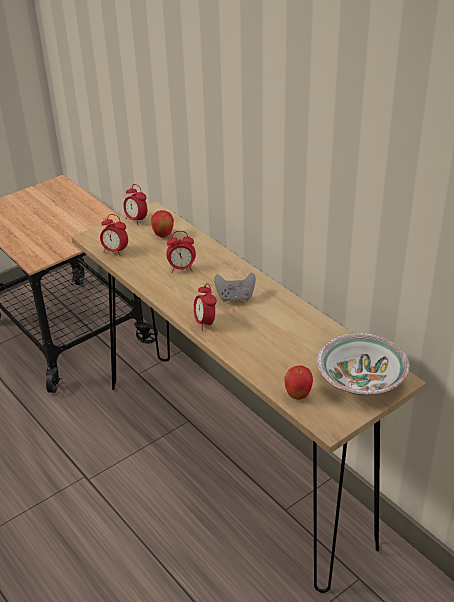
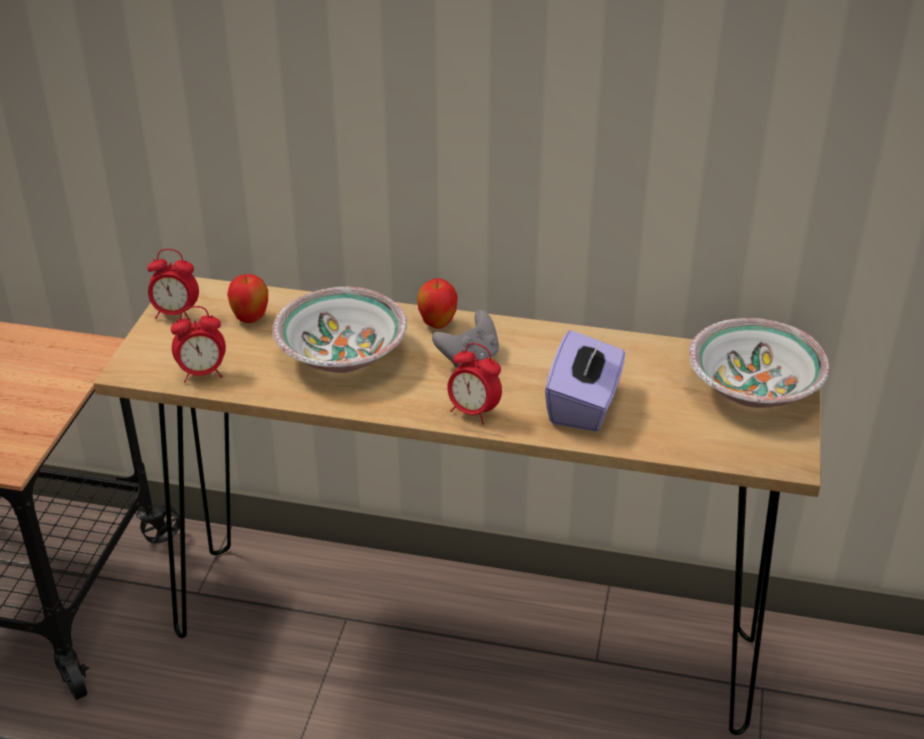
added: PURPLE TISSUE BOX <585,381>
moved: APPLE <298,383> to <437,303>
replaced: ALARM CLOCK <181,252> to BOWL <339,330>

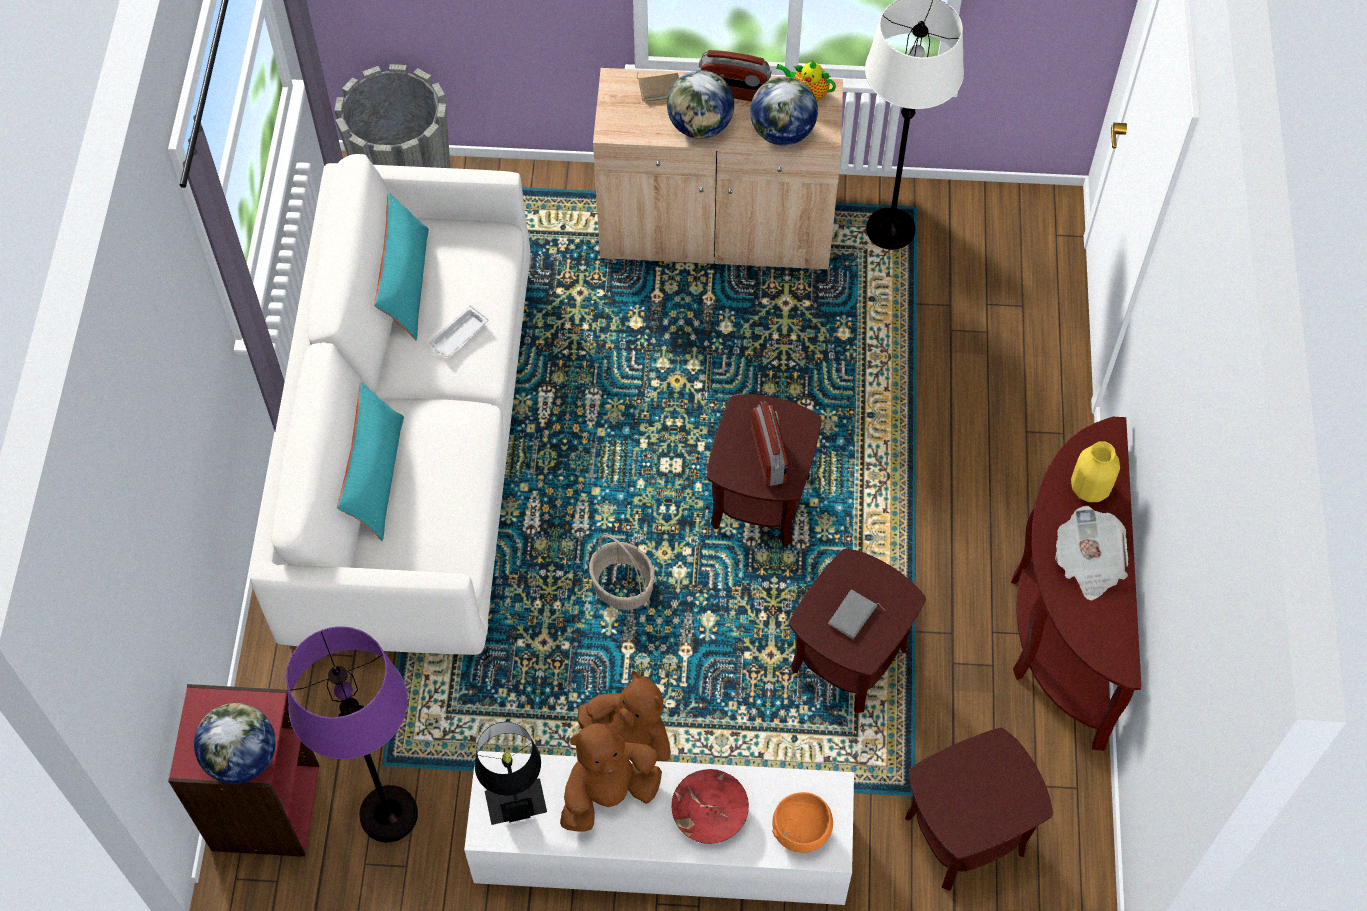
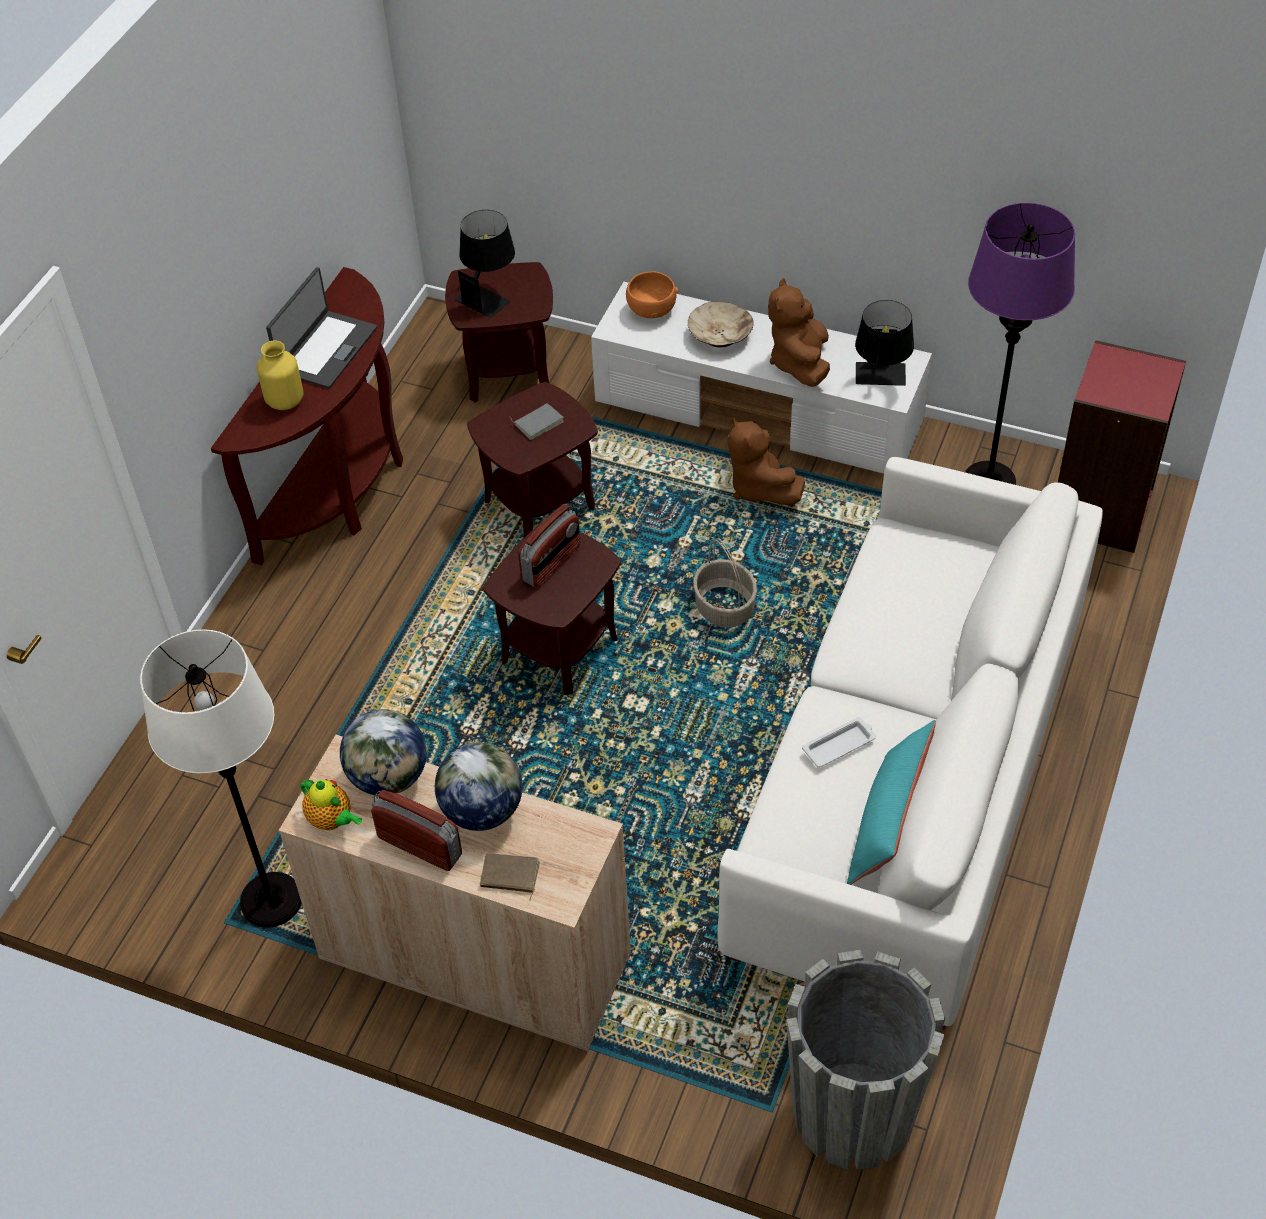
removed: GLOBE <235,743>; TURQUOISE PILLOW <370,461>
added: BLACK TABLE LAMP <485,264>
replaced: NEWSPAPER <1091,553> to LAPTOP <321,328>
recoloured: RED BOWL <710,806> to BEIGE BOWL <721,324>
turned: BROWN PLUSH TOY <611,777> = <799,332> 105 degrees clockwise; RADIO <769,443> = <549,546> 150 degrees counterclockwise

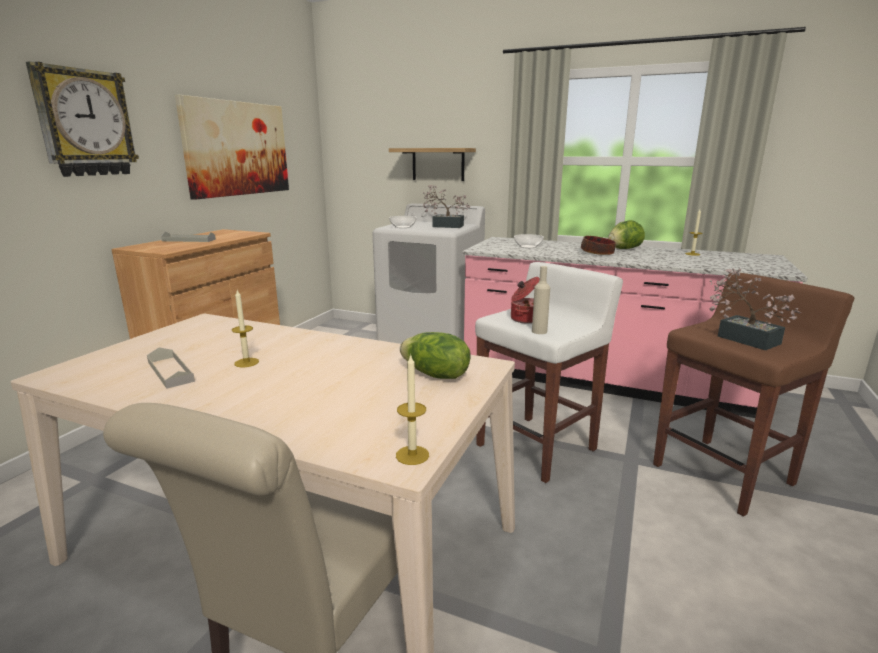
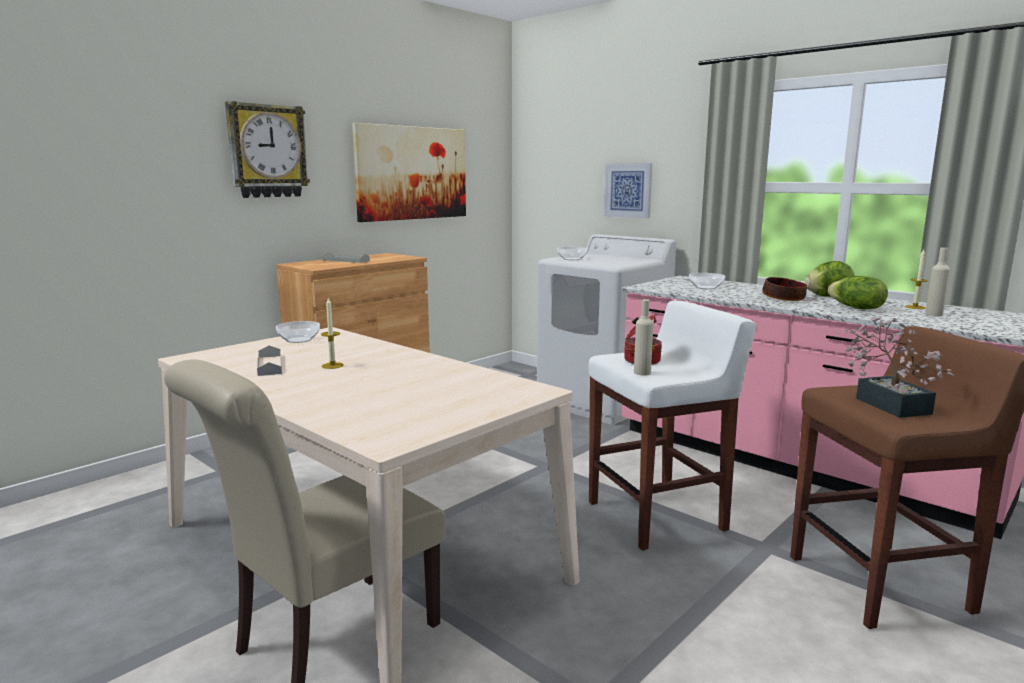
removed: CANDLE <412,409>; POTTED PLANT <446,206>
added: BOWL <298,332>; BEIGE BOTTLE <937,282>
moved: LETTUCE <435,355> to <858,292>
replaced: SHELF <432,164> to PICTURE <628,190>

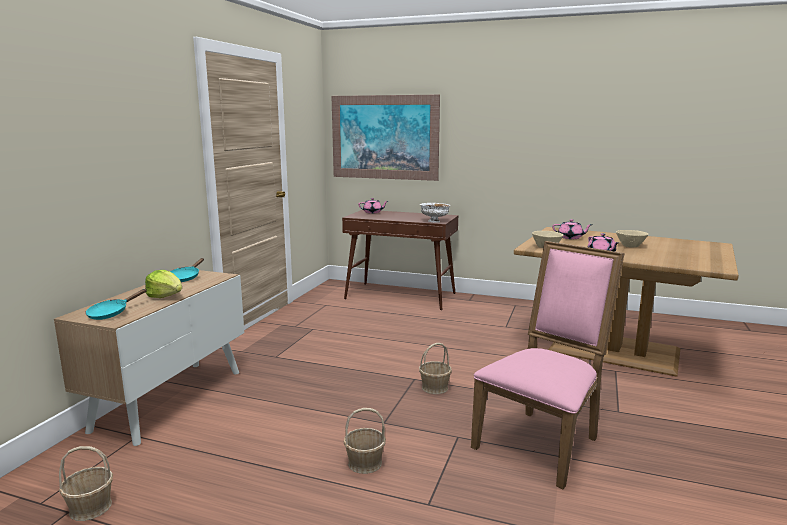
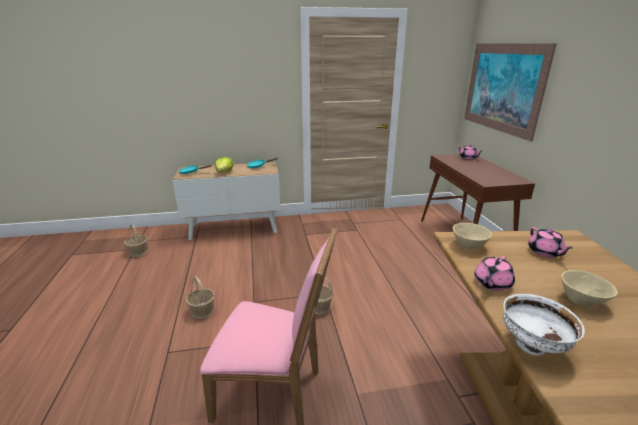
moved: WHITE BOWL <435,213> to <544,324>

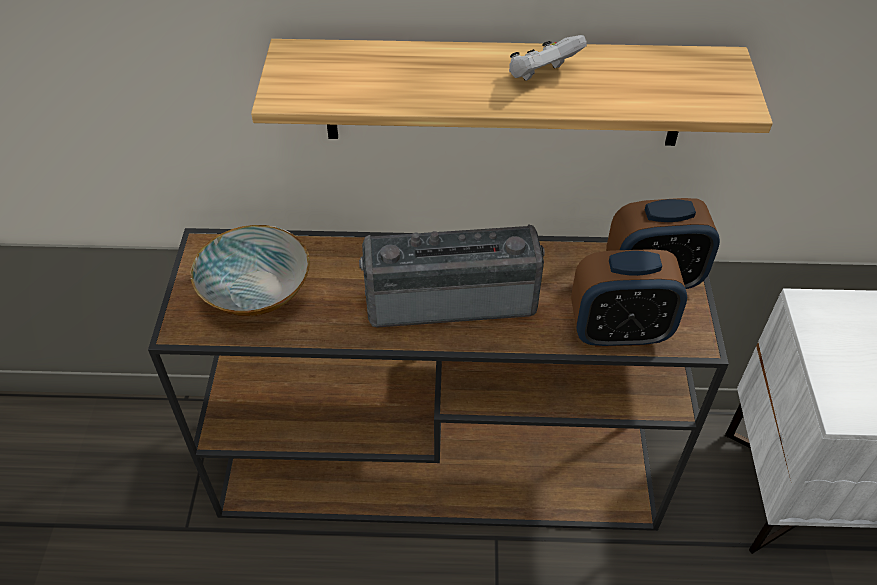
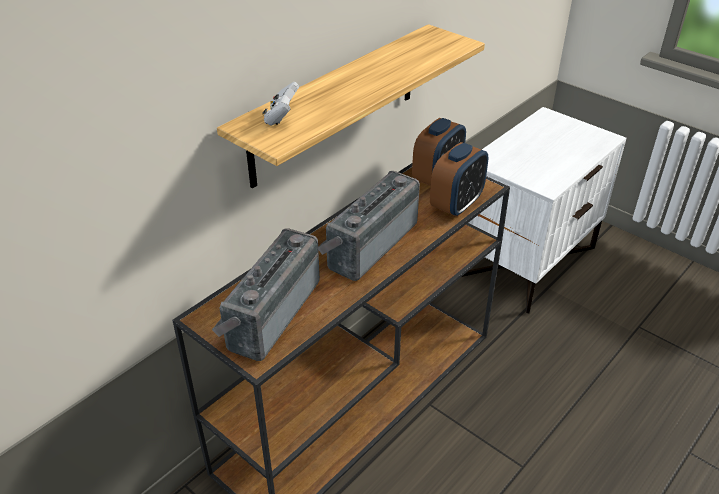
moved: WHITE GAME CONTROLLER <548,58> to <281,103>
replaced: BOWL <250,270> to RADIO <266,294>

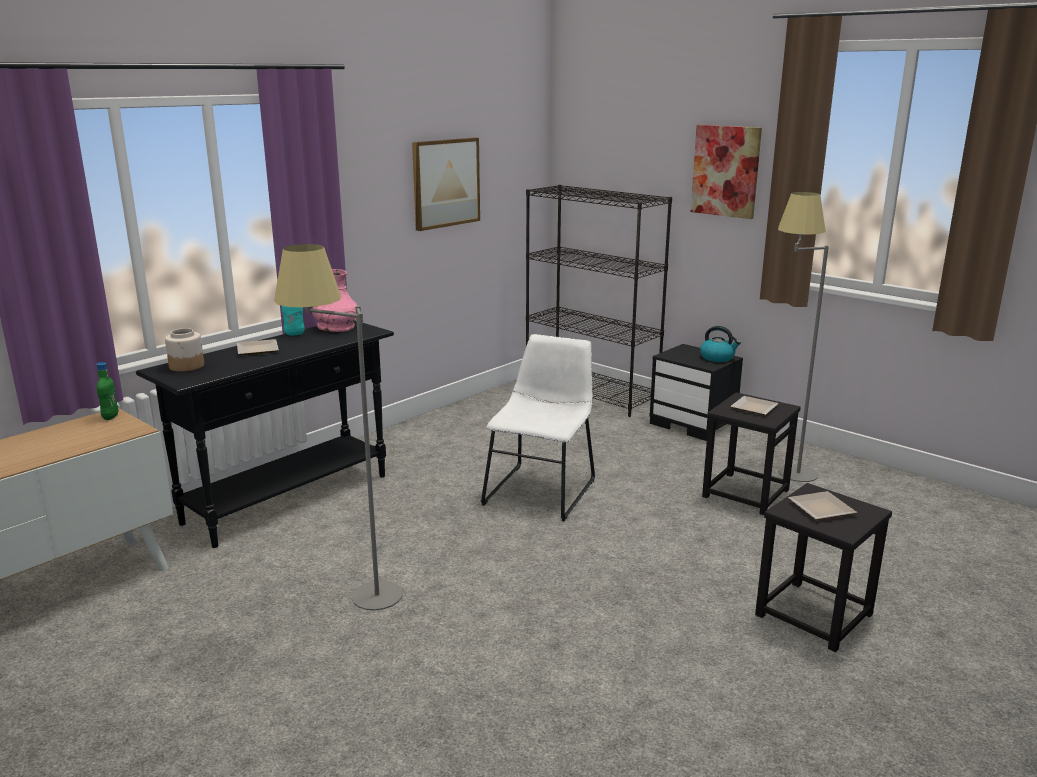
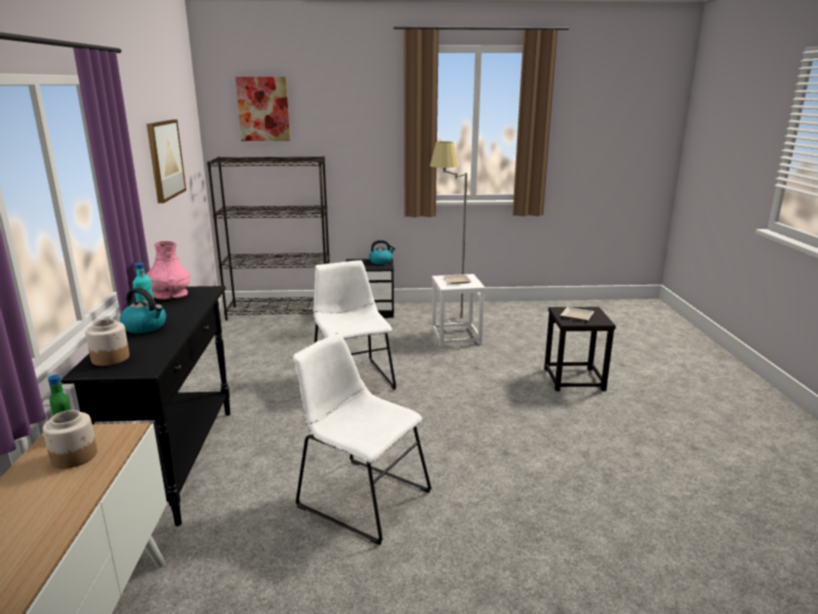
added: JAR <70,439>
moved: PICTURE <726,172> to <263,109>
replaced: PLATE <258,347> to KETTLE <143,310>; GREY FLOOR LAMP <338,427> to WHITE CHAIR <362,439>
recoloured: BLACK STOOL <751,453> to WHITE STOOL <459,310>

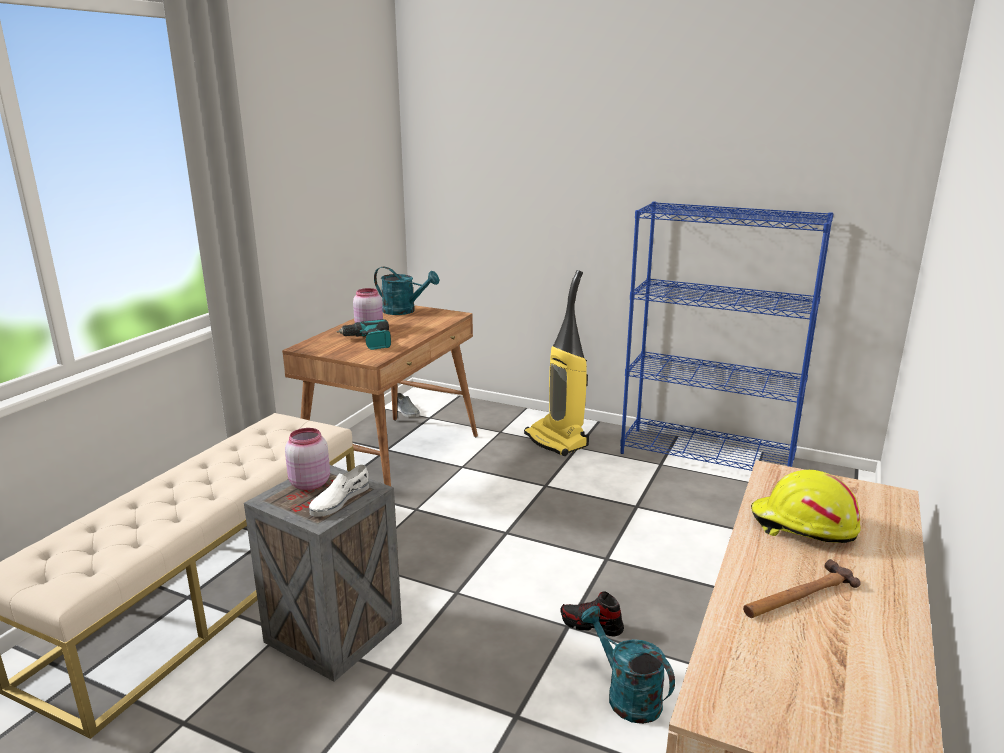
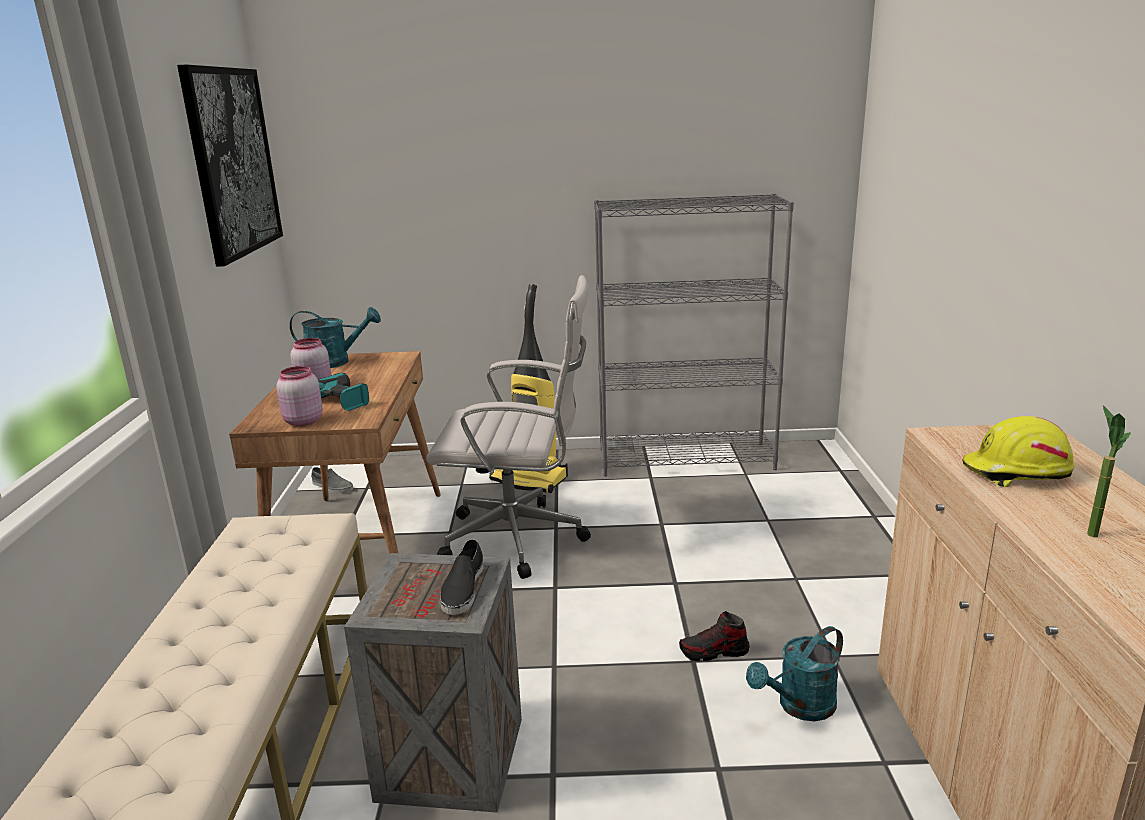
added: PICTURE <230,166>; WHITE OFFICE CHAIR <508,427>
moved: PINK JAR <307,459> to <299,396>
replaced: HAMMER <802,588> to POTTED PLANT <1109,471>
recoloured: WHITE SHOE <339,491> to BLACK SHOE <462,577>; BLUE BOOKCASE <727,336> to GREY BOOKCASE <694,335>
turned: TURQUOISE WATERING CAN <628,665> = <794,673> 60 degrees counterclockwise

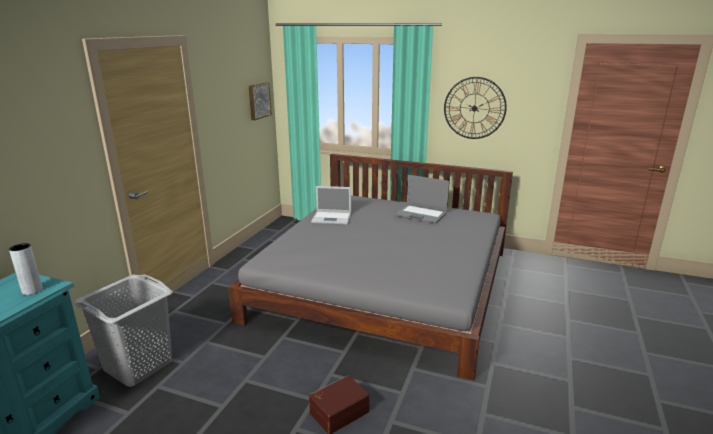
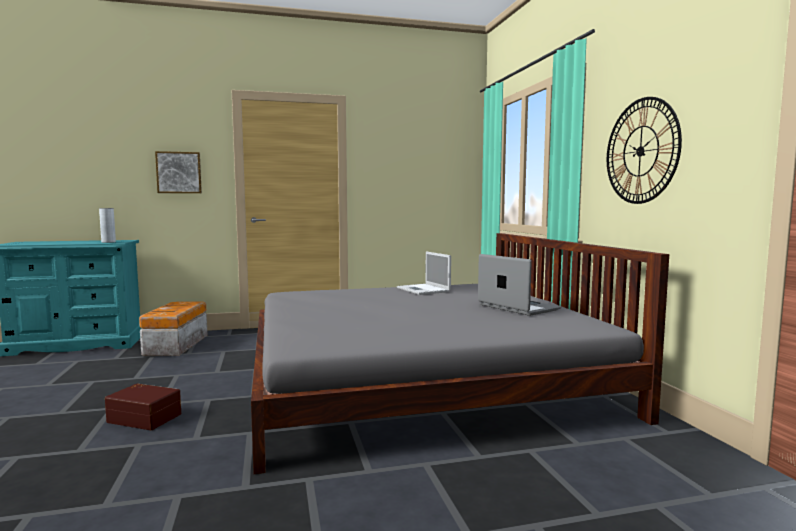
moved: PICTURE <260,101> to <178,172>
replaced: GREY LAUNDRY BASKET <123,330> to STORAGE BOX <173,329>
turned: LAPTOP <422,199> = <519,285> 150 degrees clockwise

